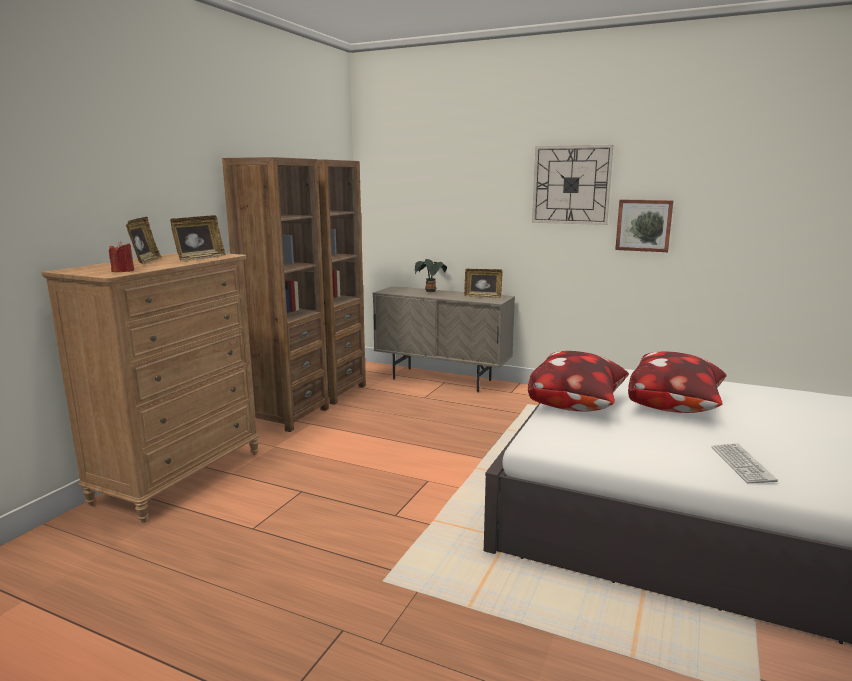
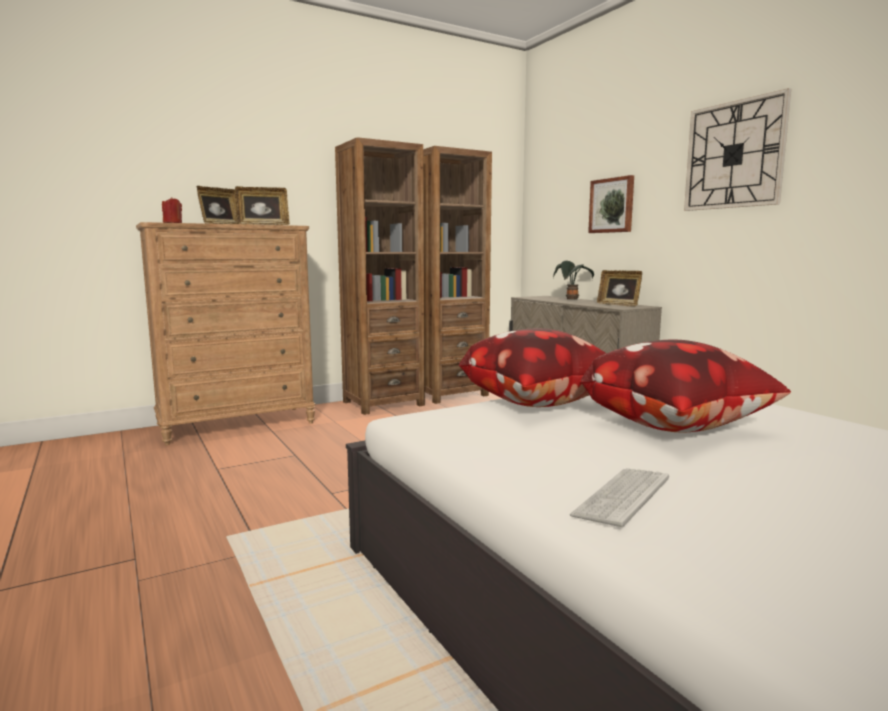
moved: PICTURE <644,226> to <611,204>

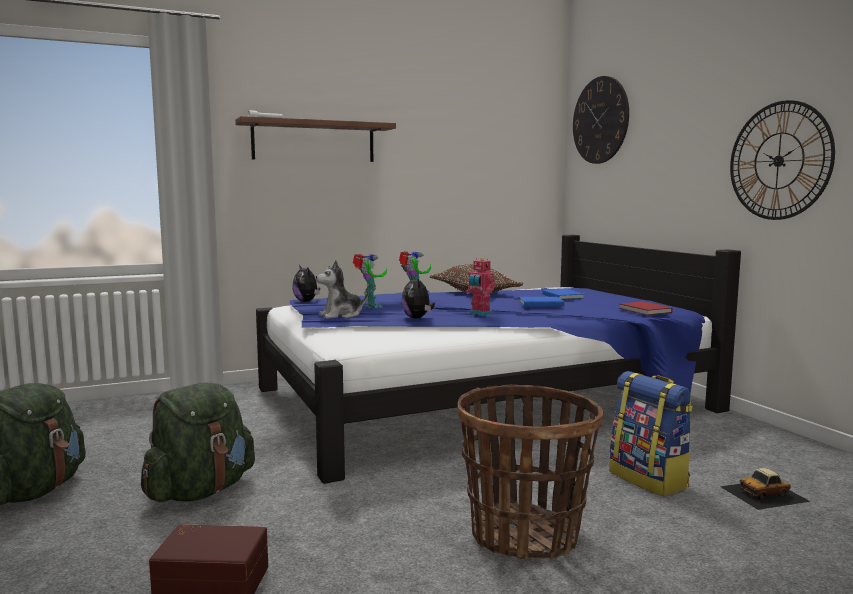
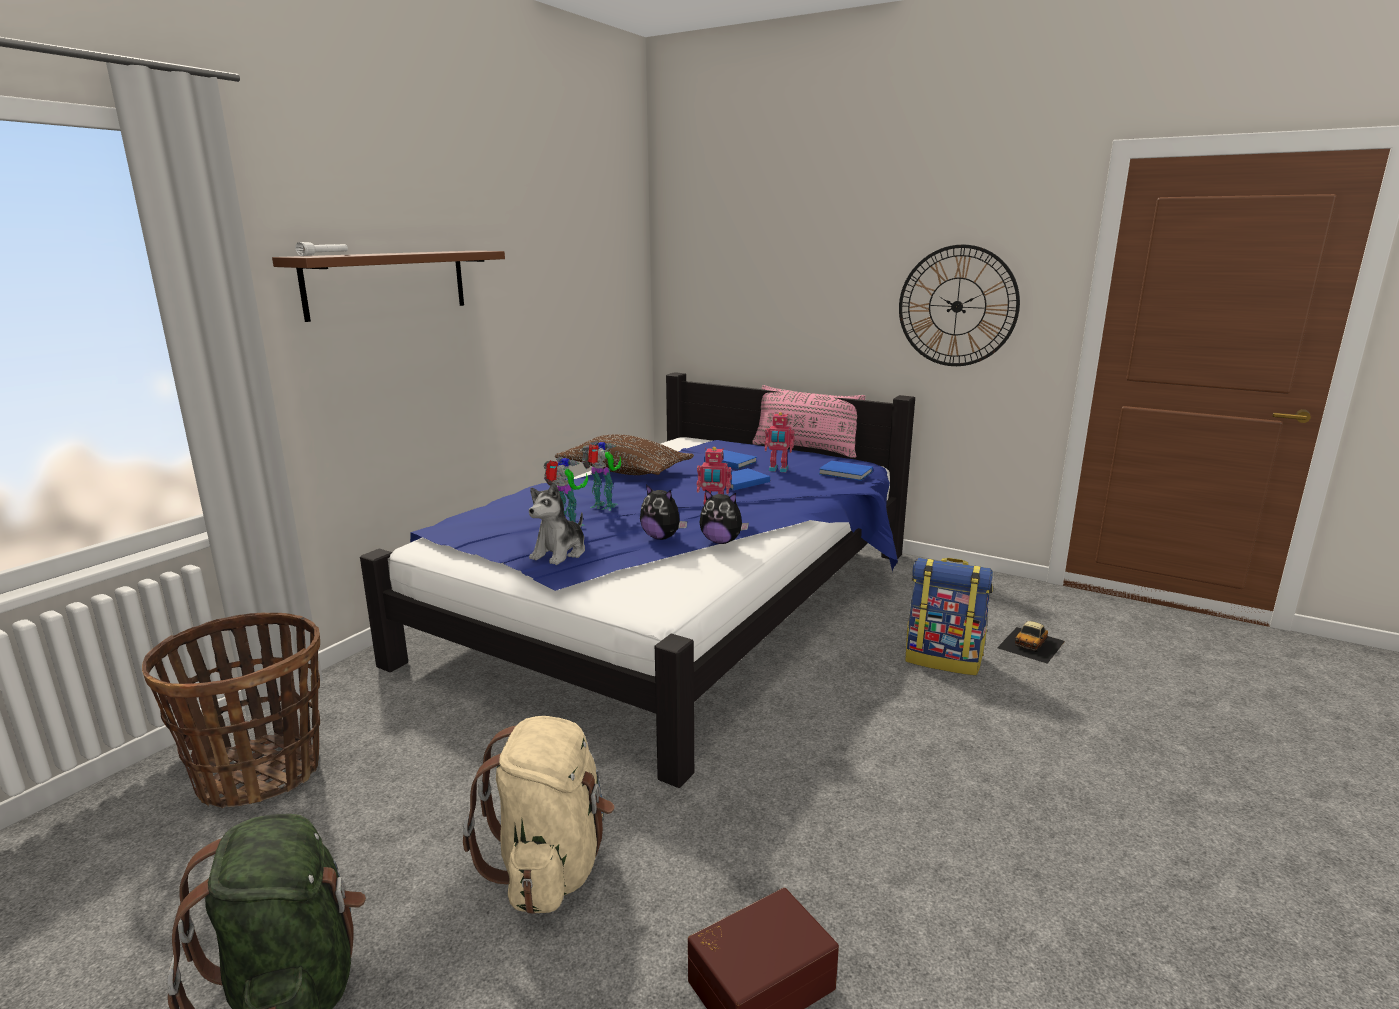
removed: WALL CLOCK <601,120>
added: PINK PILLOW <808,421>; TOY ROBOT <779,442>
moved: PLUSH TOY <306,283> to <724,516>; BASKET <530,471> to <231,710>
recoloured: GREEN BACKPACK <198,442> to BEIGE BACKPACK <538,815>; RED BOOK <646,308> to BLUE BOOK <846,471>

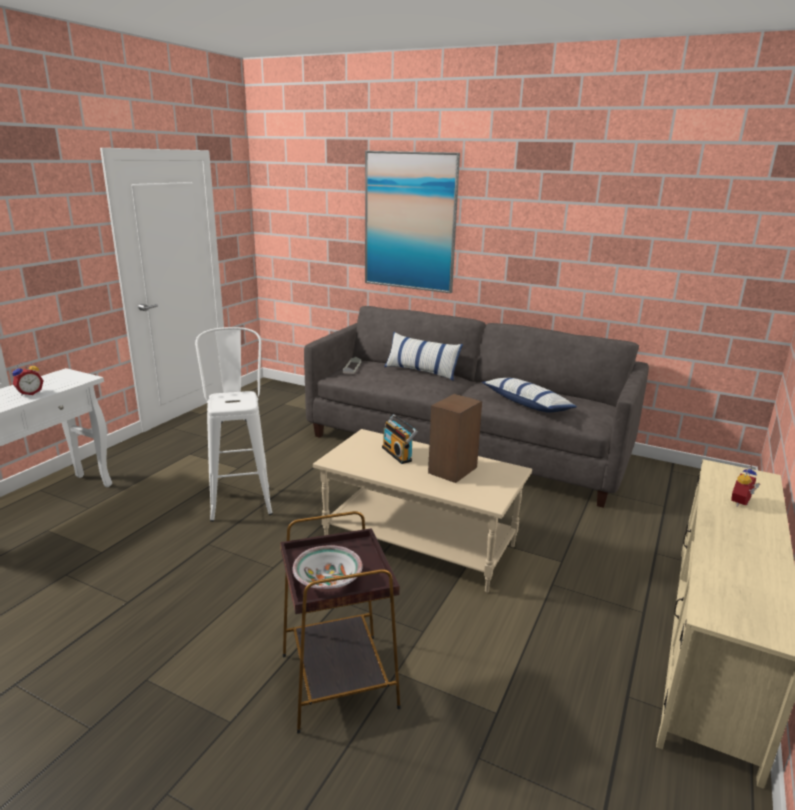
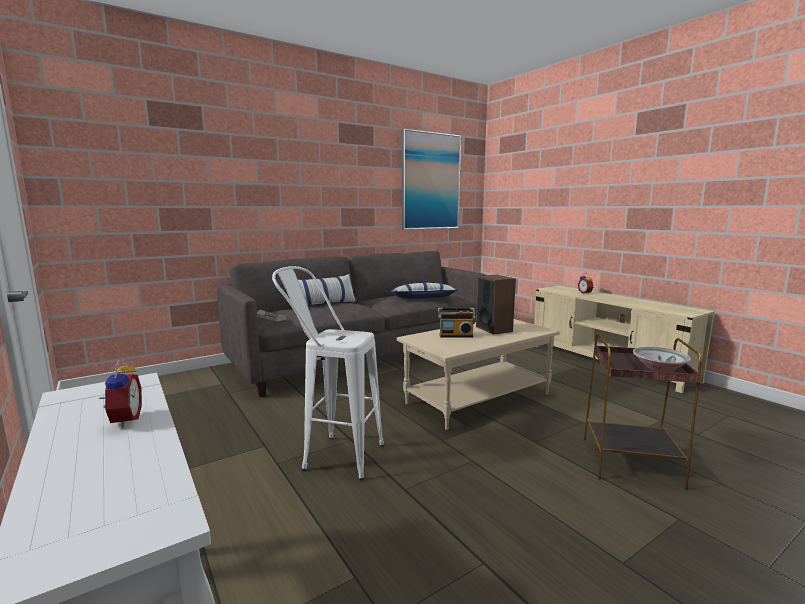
moved: PICTURE <412,222> to <431,179>

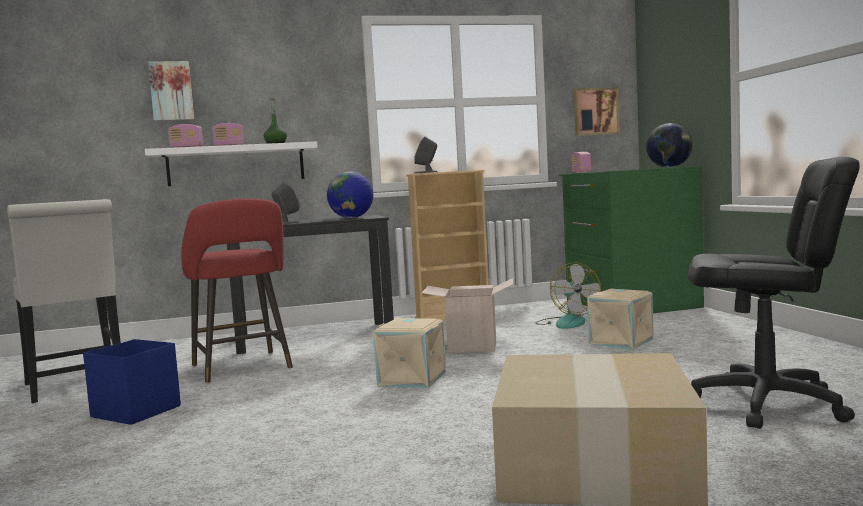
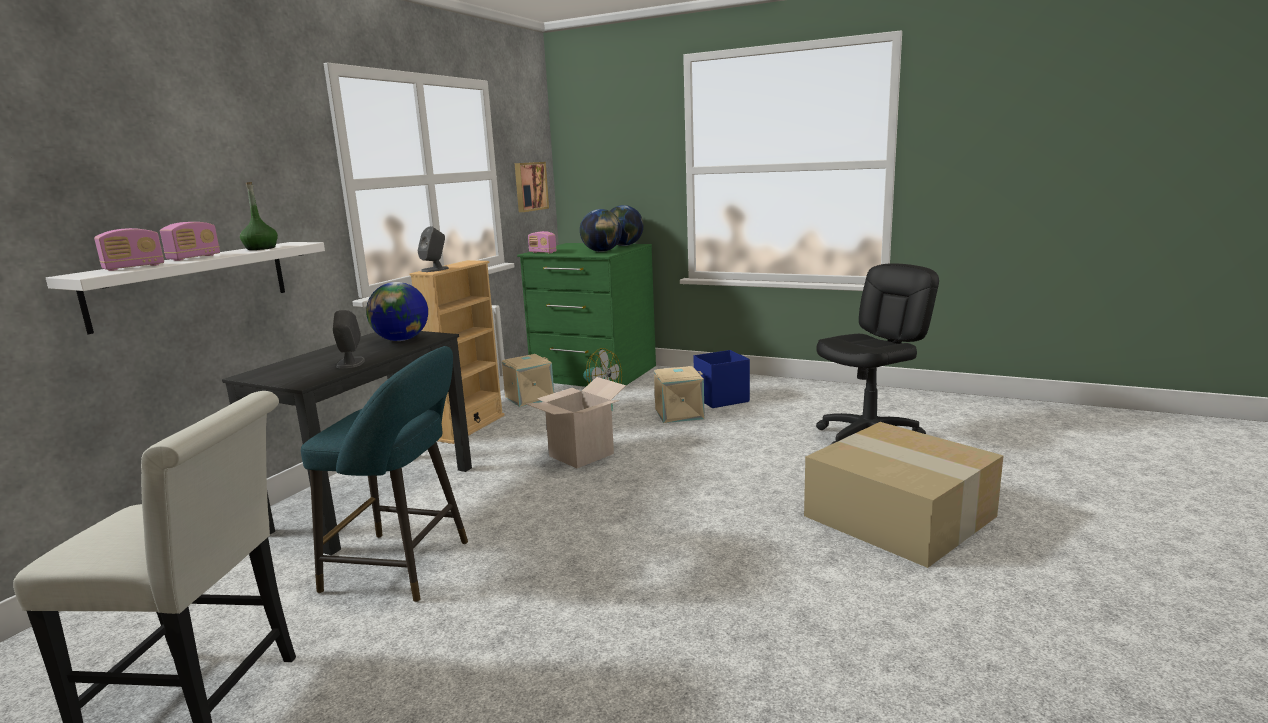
removed: PICTURE <171,91>
added: GLOBE <601,230>
moved: BLUE STORAGE BOX <132,382> to <721,379>; BEIGE STORAGE BOX <409,353> to <528,380>
recoloured: RED STOOL <237,291> to TURQUOISE STOOL <384,474>

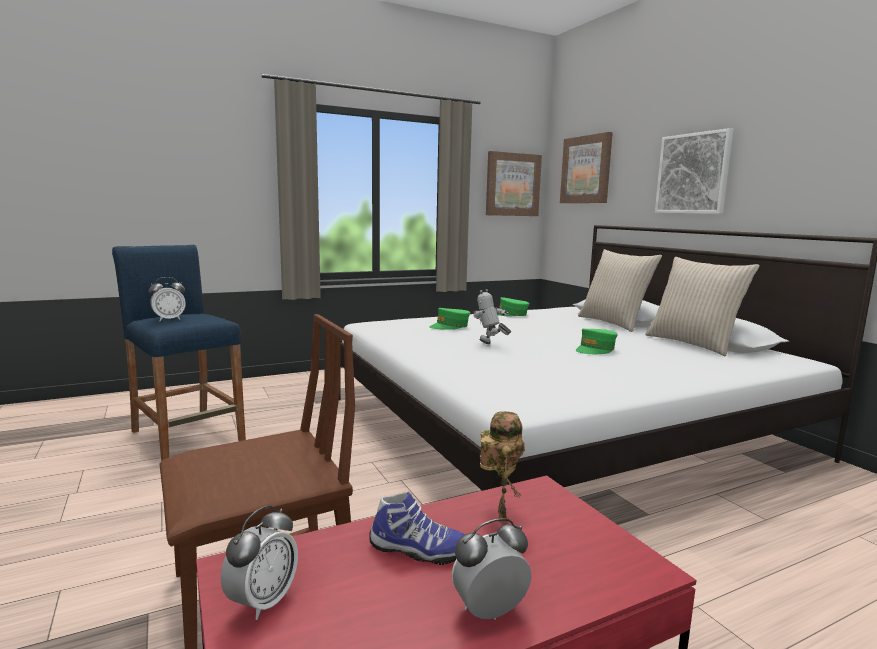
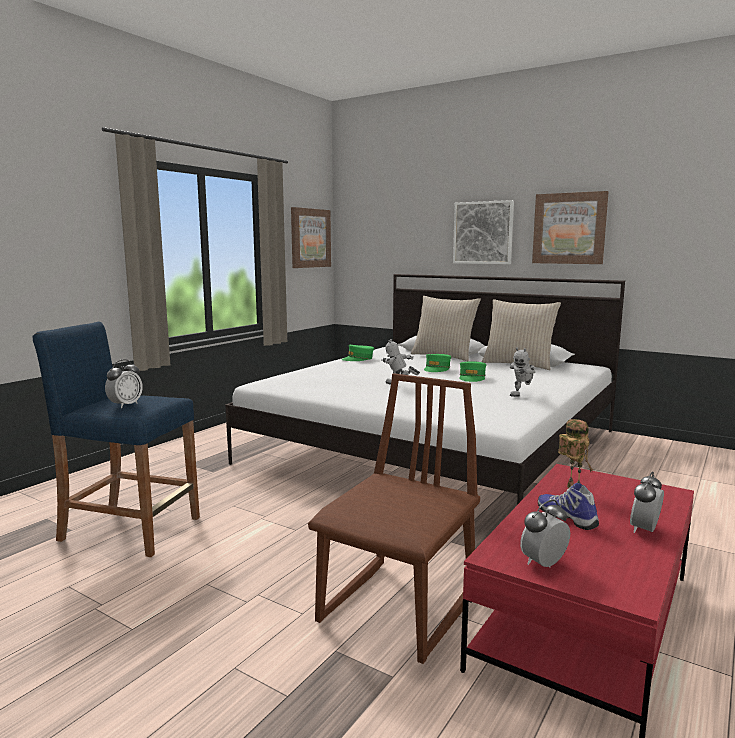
added: TOY ROBOT <522,372>
moved: GREEN CAP <449,319> to <437,363>; PICTURE <586,167> to <570,227>
turned: ALARM CLOCK <259,562> = <545,534> 120 degrees counterclockwise; SHOE <417,528> = <568,506> 105 degrees counterclockwise

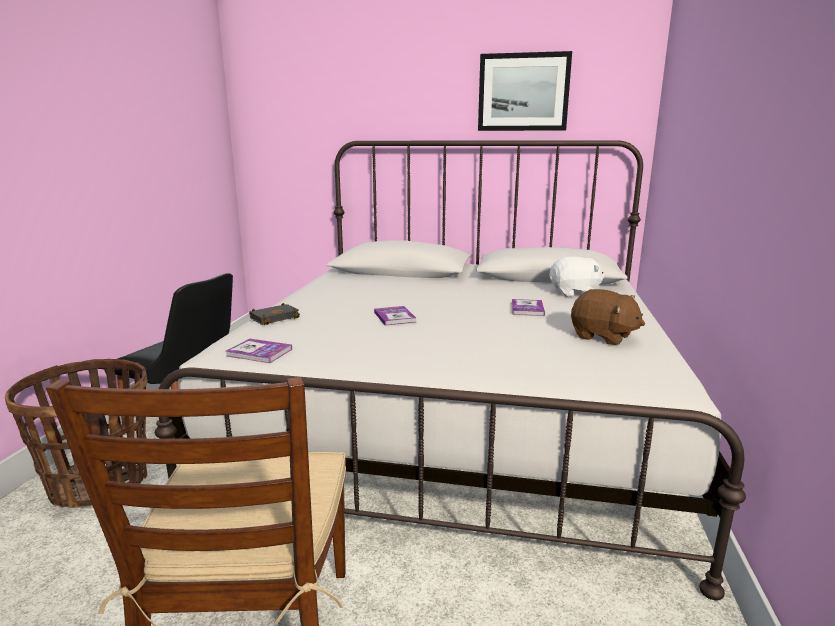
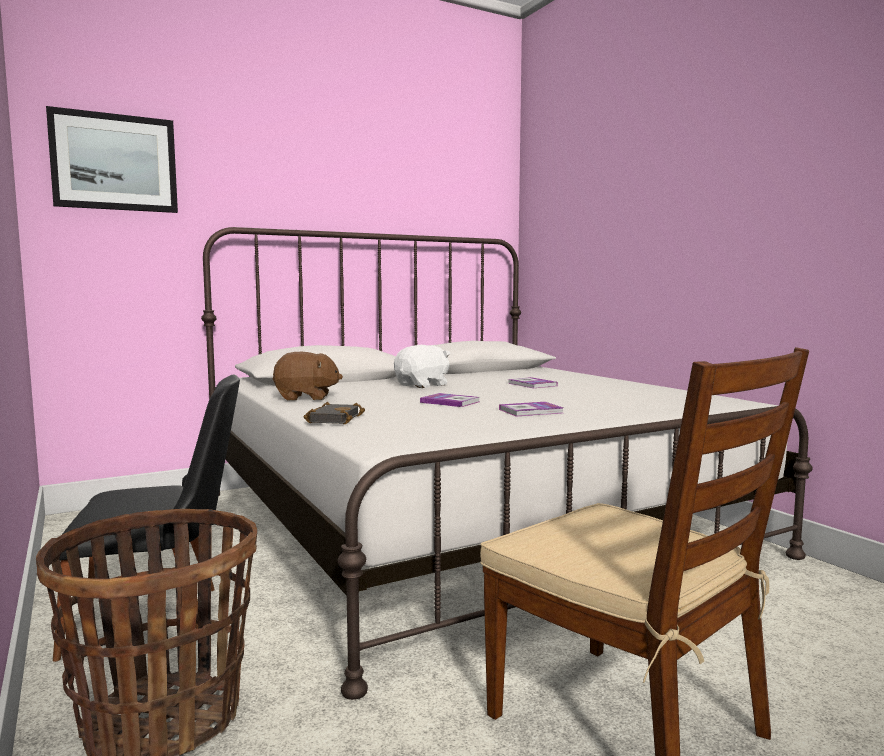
moved: BOOK <259,351> to <531,409>; PICTURE <525,91> to <112,159>; WHITE PLUSH TOY <577,277> to <422,366>; BROWN PLUSH TOY <608,317> to <308,376>

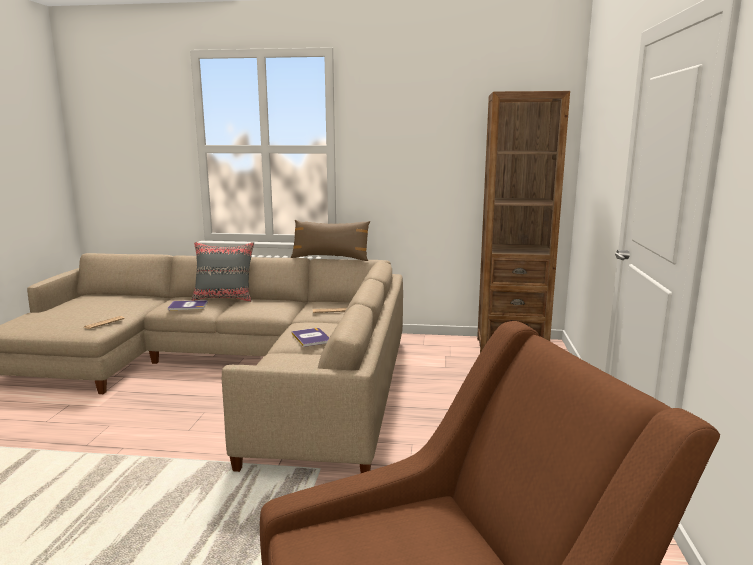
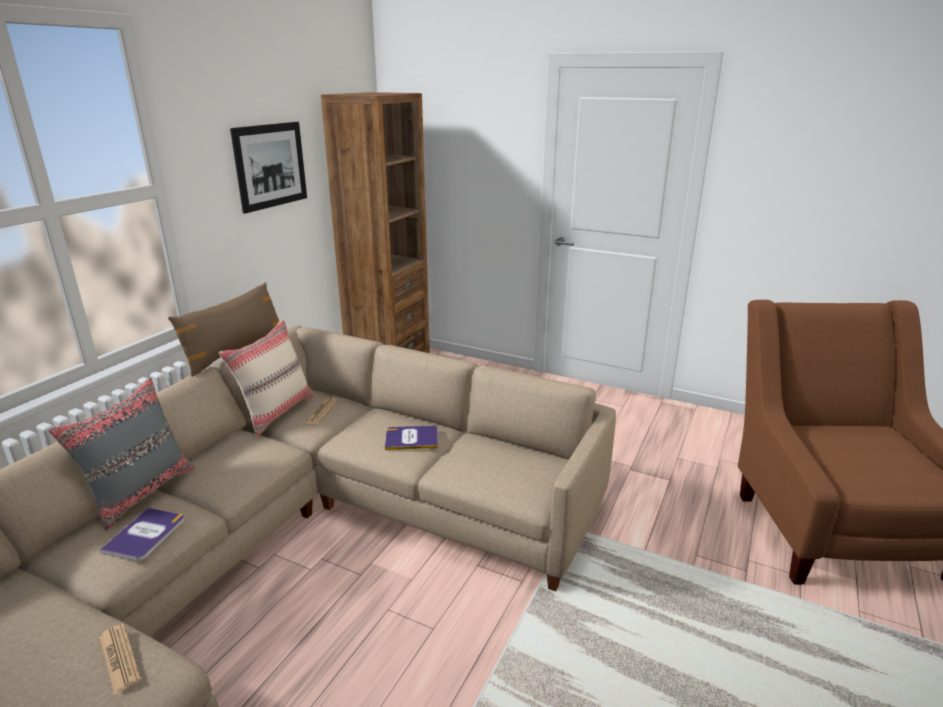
added: BEIGE PILLOW <267,377>; PICTURE <268,167>

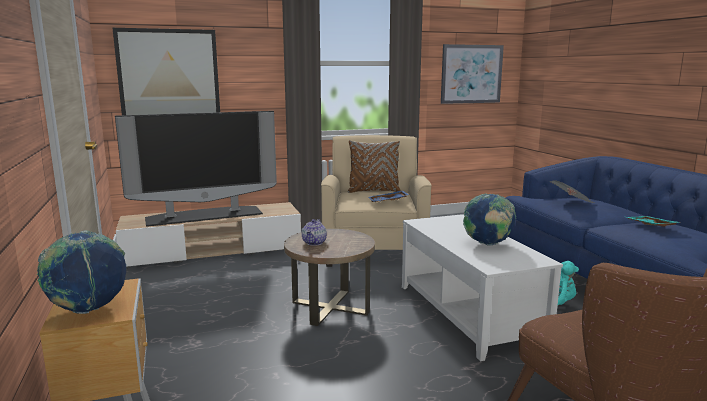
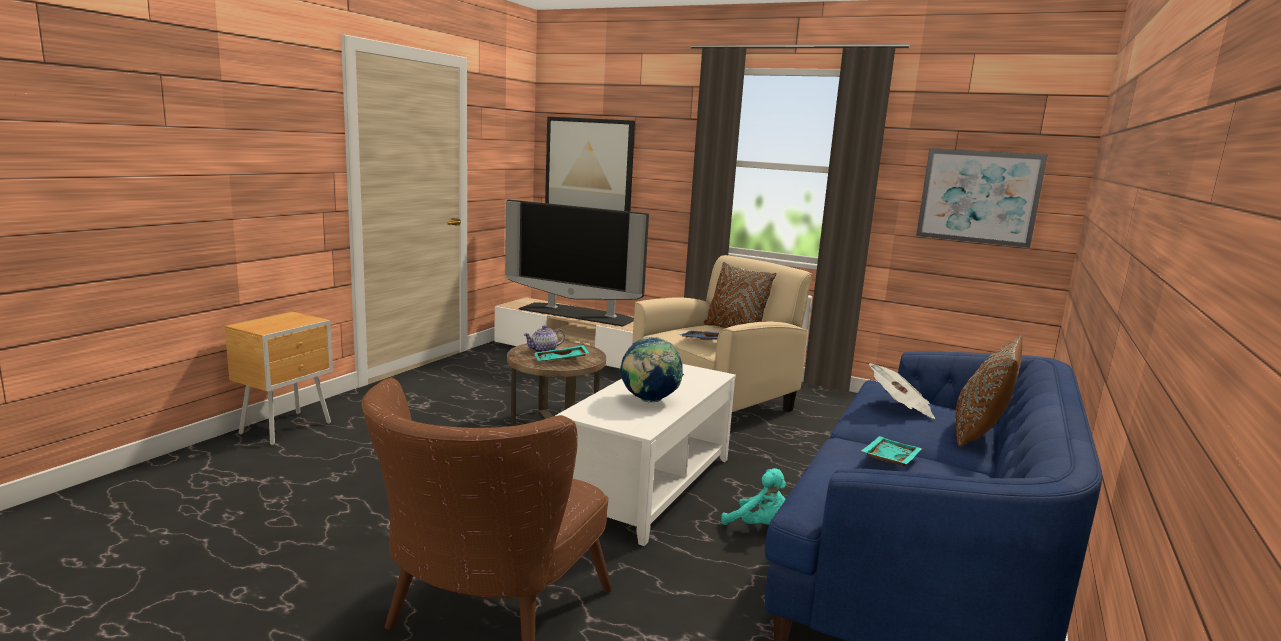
removed: GLOBE <81,272>
added: TURQUOISE TRAY <561,353>; BROWN PILLOW <989,391>

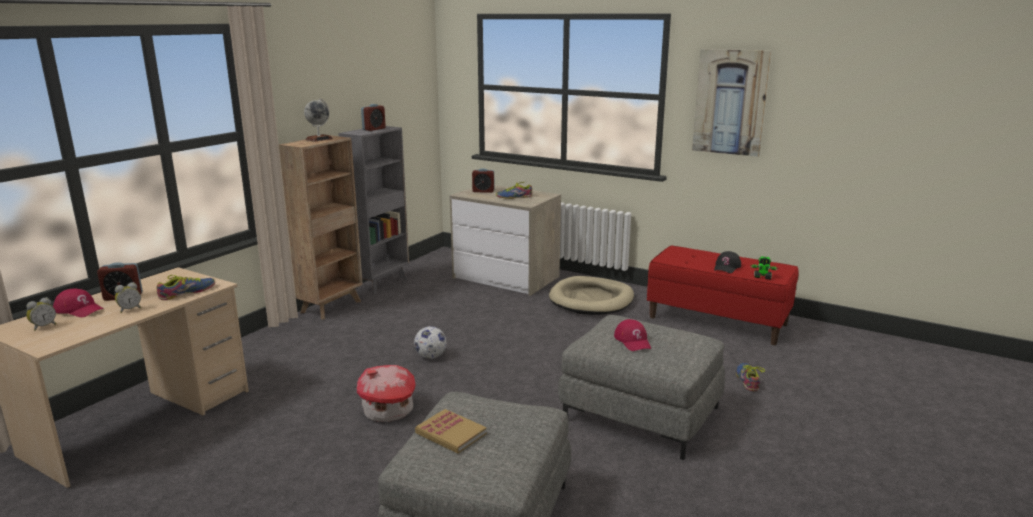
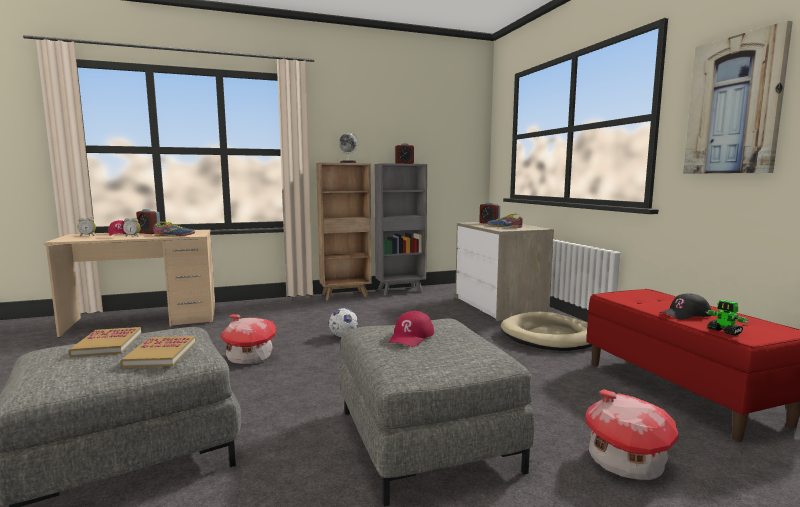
added: BOOK <157,352>
replaced: SHOE <750,377> to TOY HOUSE <631,434>

